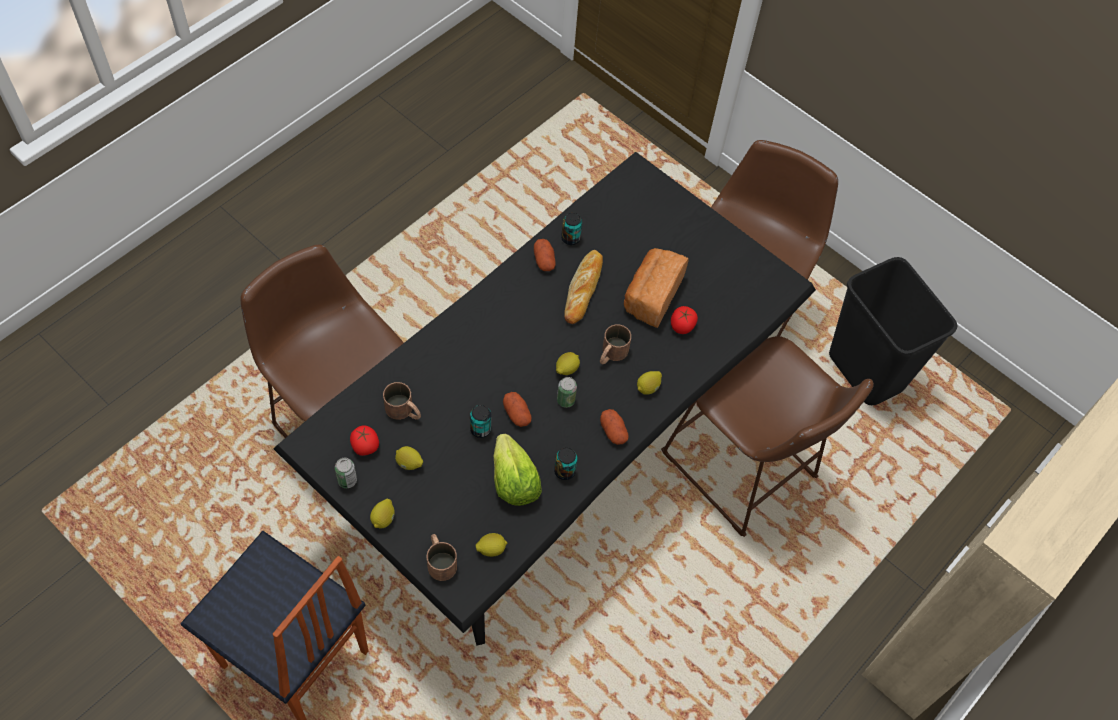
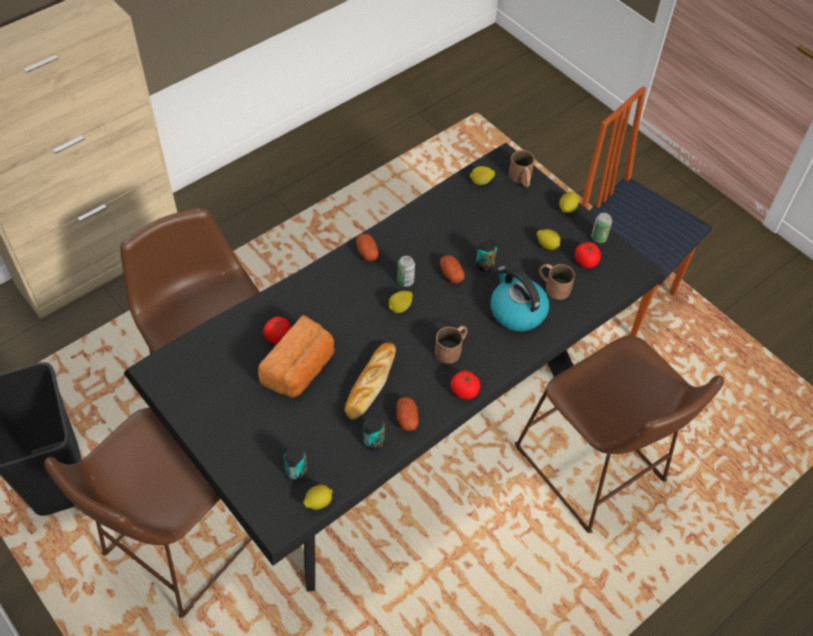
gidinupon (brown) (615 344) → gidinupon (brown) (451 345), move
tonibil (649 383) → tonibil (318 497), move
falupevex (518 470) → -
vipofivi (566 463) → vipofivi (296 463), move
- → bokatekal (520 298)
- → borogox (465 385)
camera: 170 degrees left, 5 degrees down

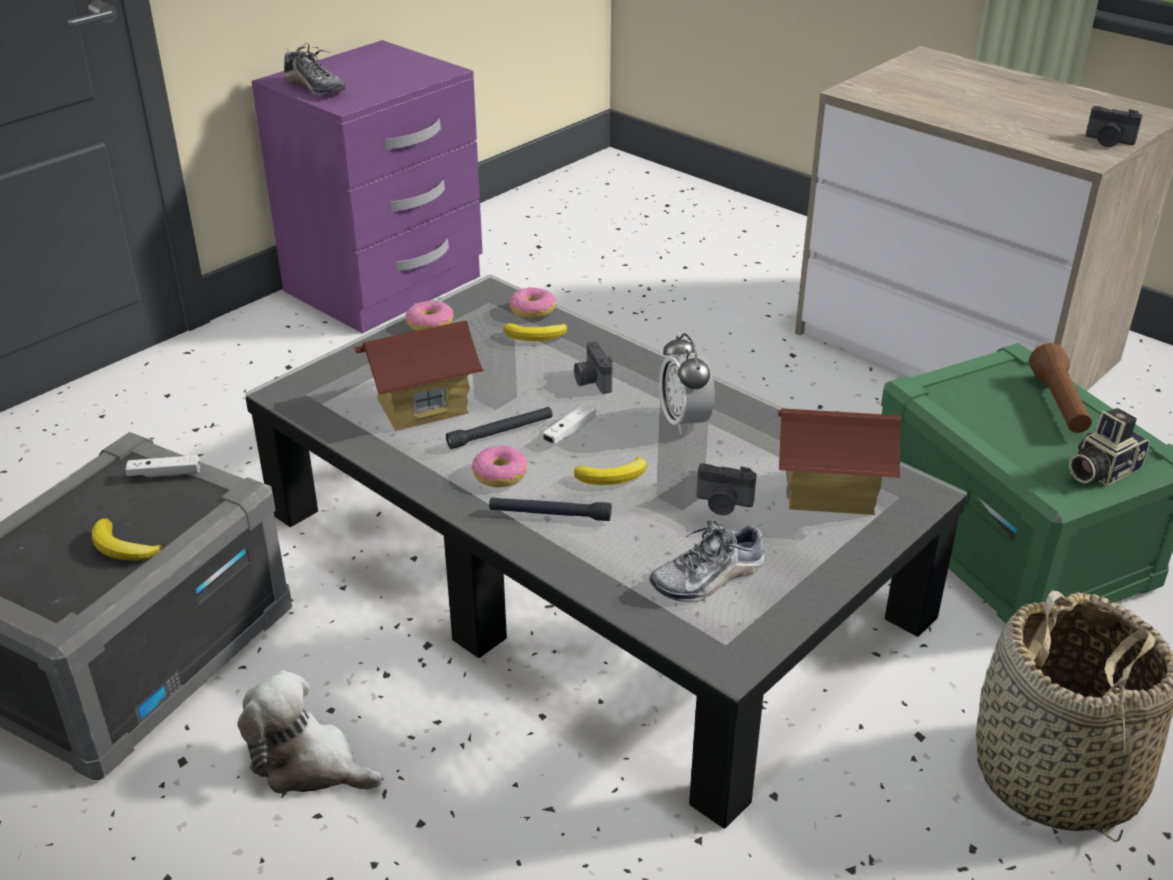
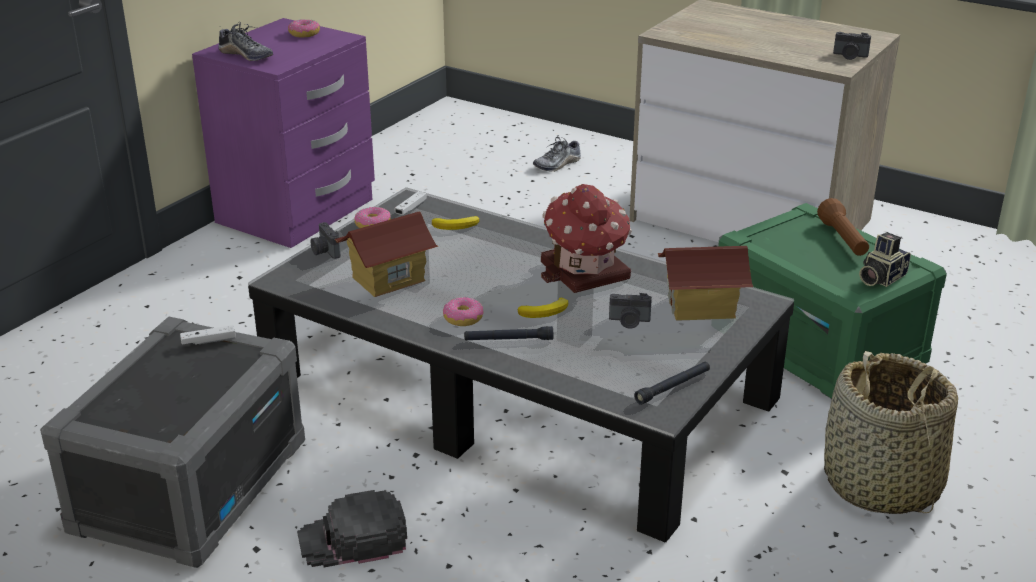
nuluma (532 303) → nuluma (304 28), move
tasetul (687 383) → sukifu (586 238)
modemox (593 367) → modemox (325 240), move
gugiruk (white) (569 424) → gugiruk (white) (411 203), move
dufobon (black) (499 428) → dufobon (black) (672 383), move
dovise (127 539) → -
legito (706 561) → legito (557 154), move
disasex (309 731) → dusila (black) (352 528)
camera: 10 degrees left, 5 degrees down

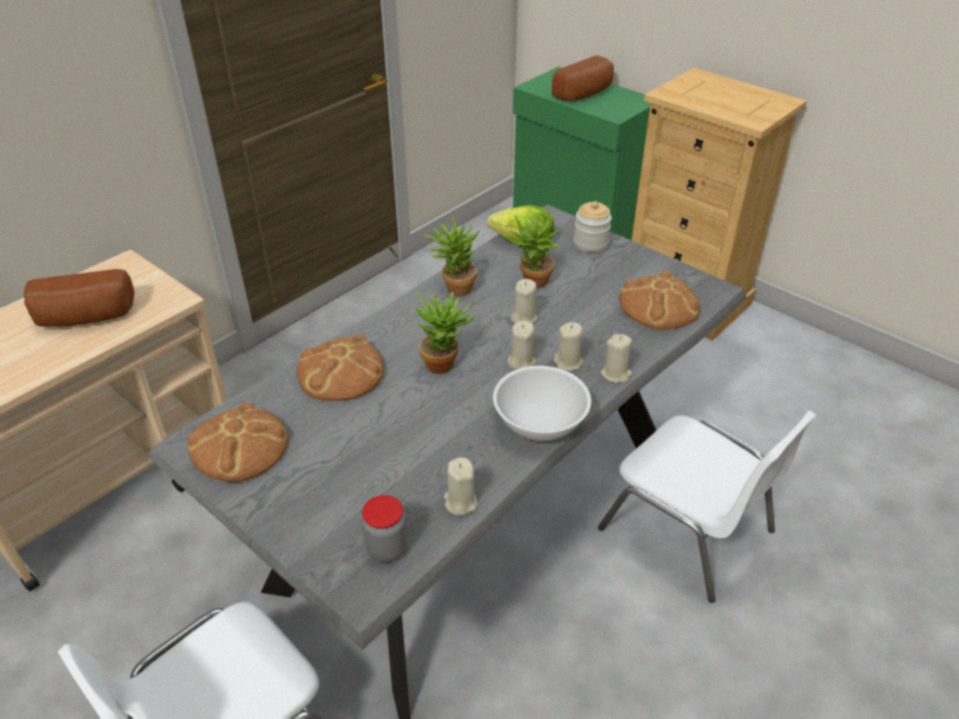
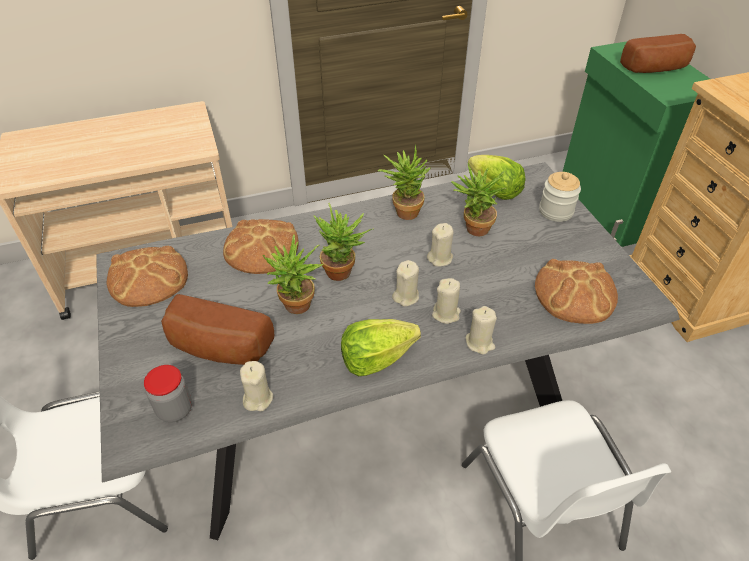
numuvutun (79 298) → numuvutun (217 329), move
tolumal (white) (542 403) → falupevex (381 347)
- → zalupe (293 274)
camera: 30 degrees right, 5 degrees up

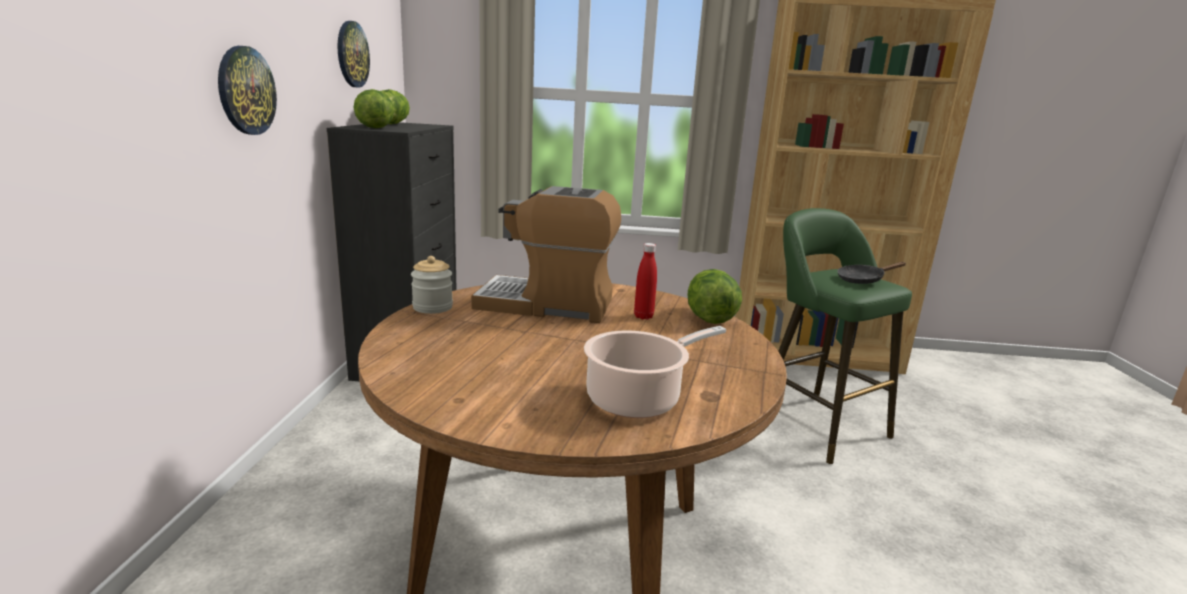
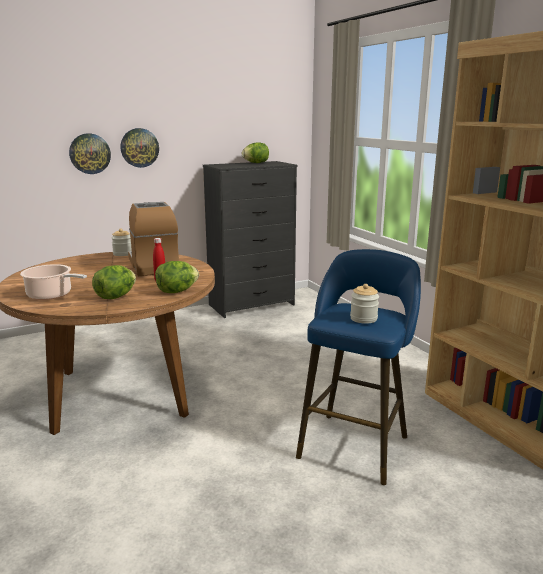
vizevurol (353 54) → vizevurol (90 153), move
falupevex (374 108) → falupevex (114 282), move
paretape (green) (845 336) → paretape (blue) (358 367)
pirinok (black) (871 273) → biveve (364 304)
camera: 60 degrees right, 0 degrees up

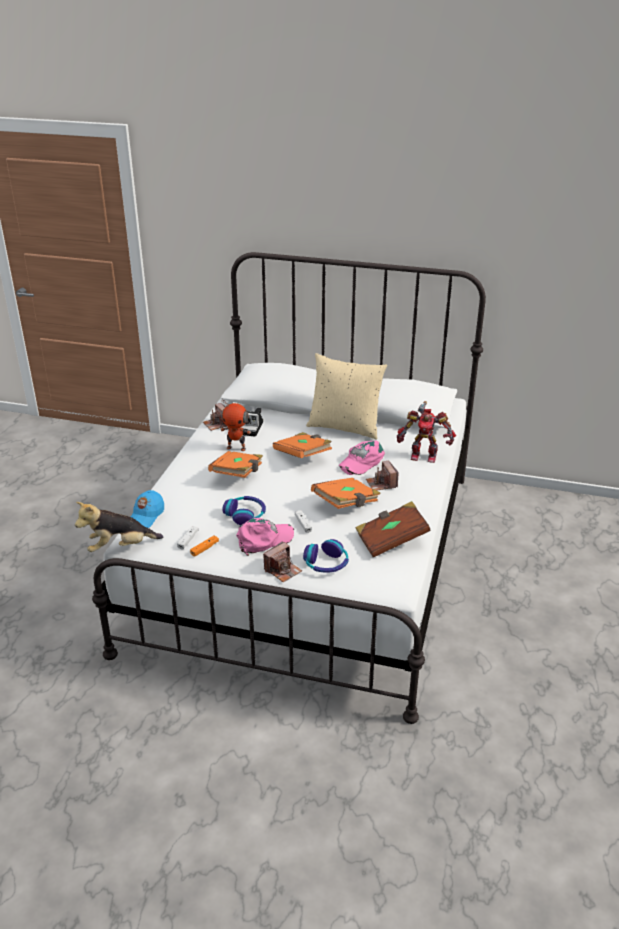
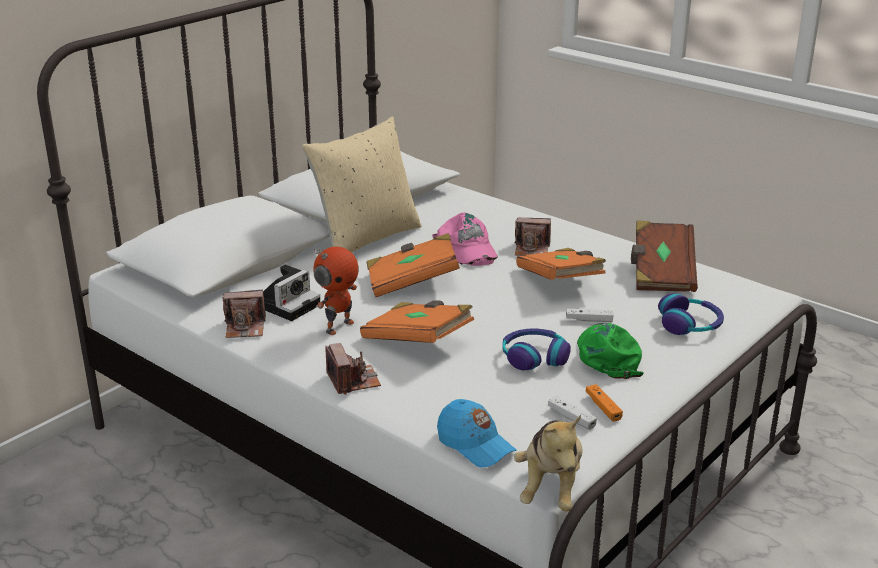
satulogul (426 432) → -
dusila (pink) (265 537) → dusila (green) (610 351)
modemox (282 561) → modemox (353 369), move
camera: 65 degrees left, 5 degrees down

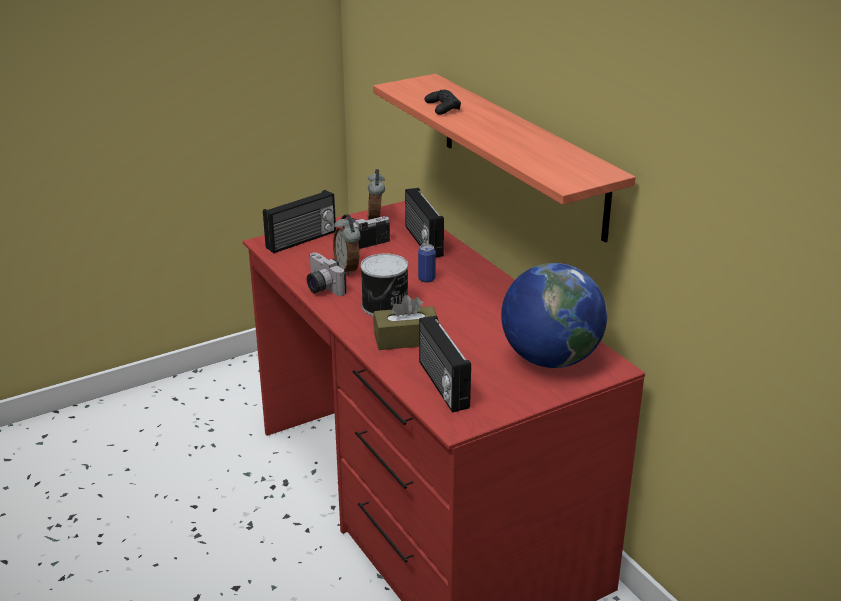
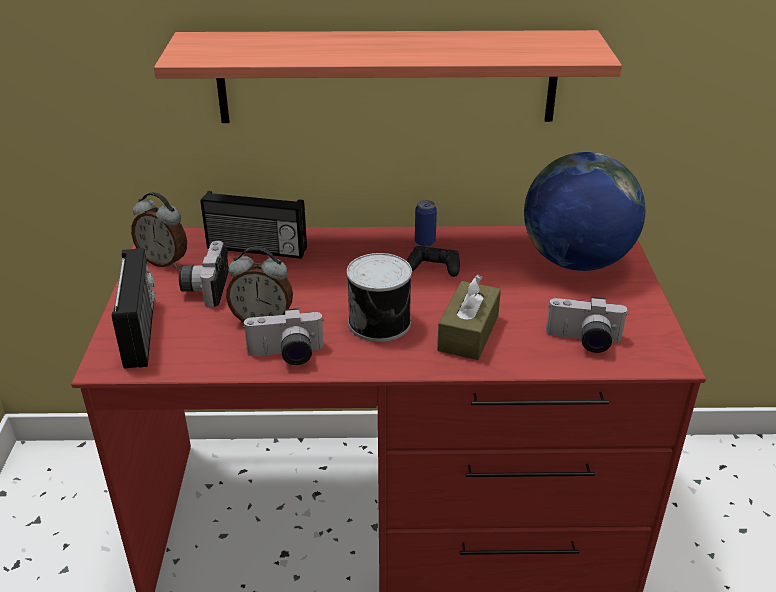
gugiruk (black) (443 102) → gugiruk (black) (433 261), move
vipofivi (427 263) → vipofivi (426 223), move
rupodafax (445 364) → modemox (587 325)
camera: 60 degrees left, 5 degrees up

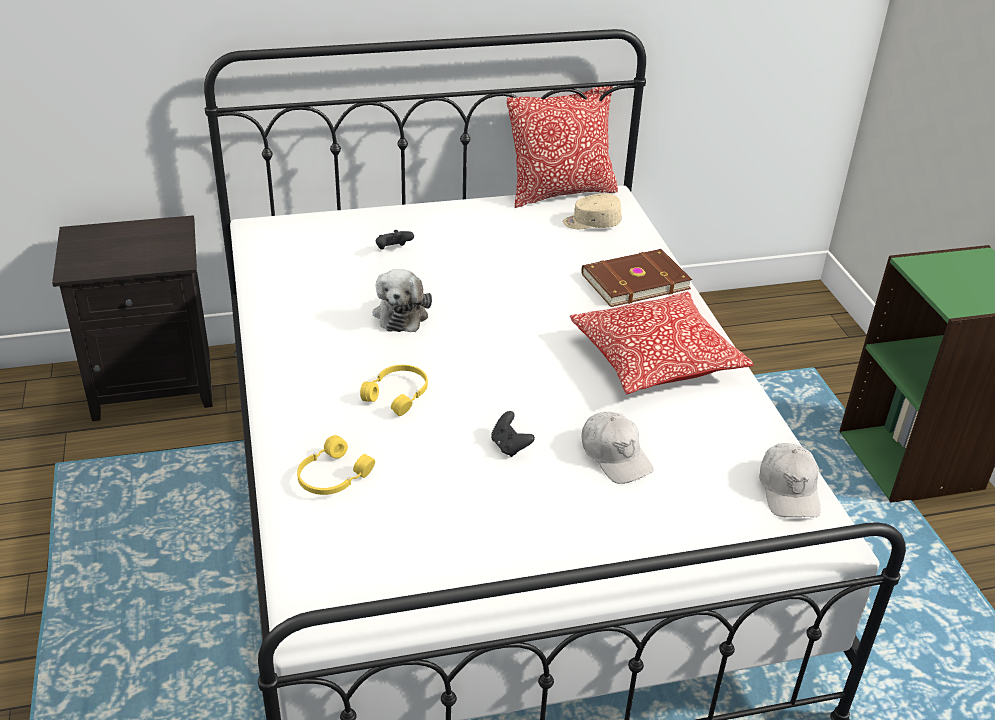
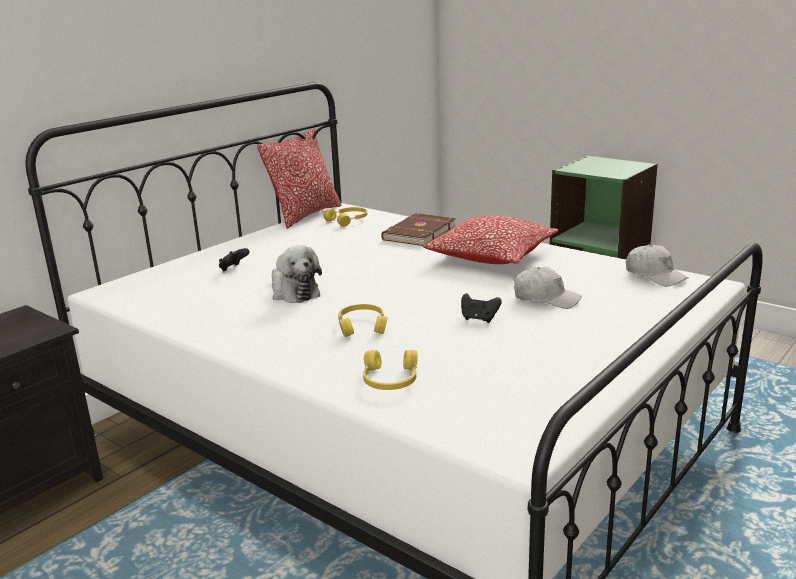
dusila (beige) (592 211) → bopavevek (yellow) (345 217)
camera: 35 degrees left, 15 degrees down

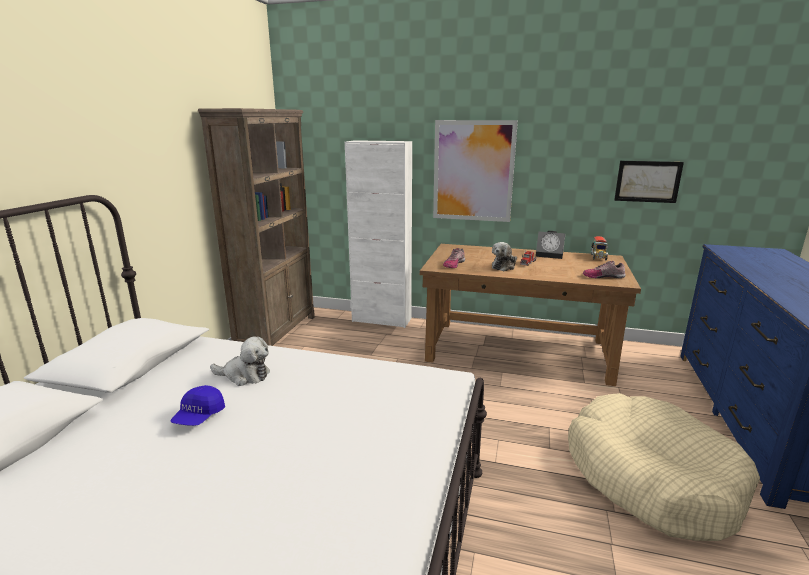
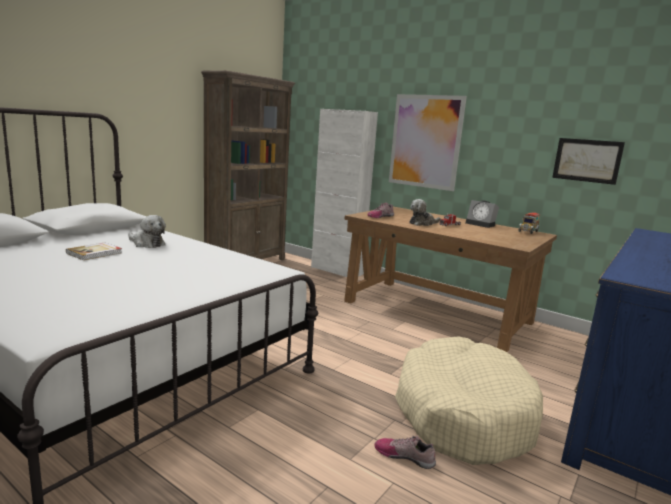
legito (604 269) → legito (405 452), move
dusila (blue) (197 405) → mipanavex (94 251)
camera: 20 degrees right, 5 degrees down

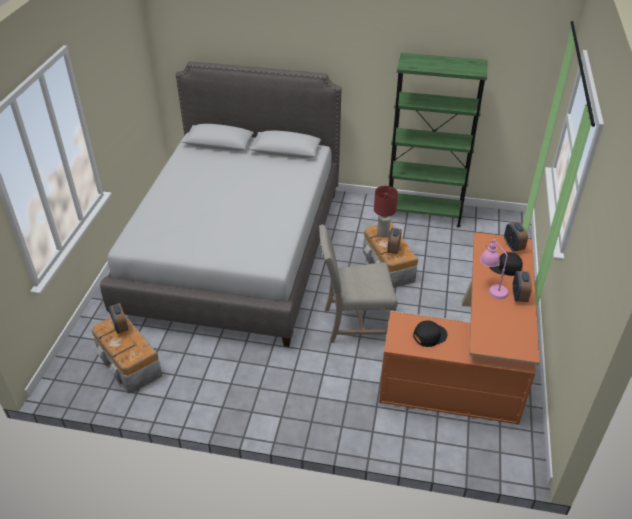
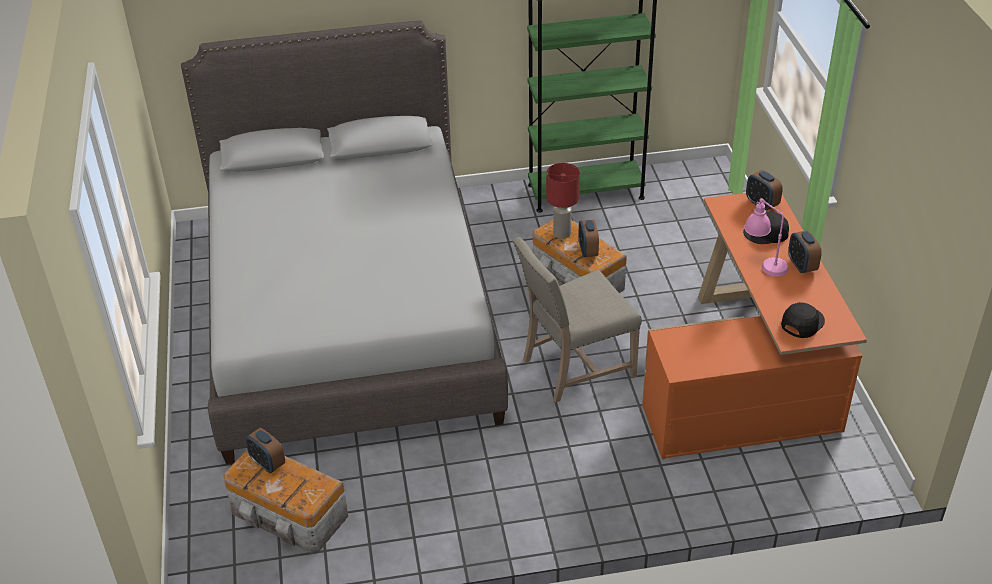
dusila (black) (430 334) → dusila (black) (803 320), move
camera: 20 degrees left, 0 degrees up

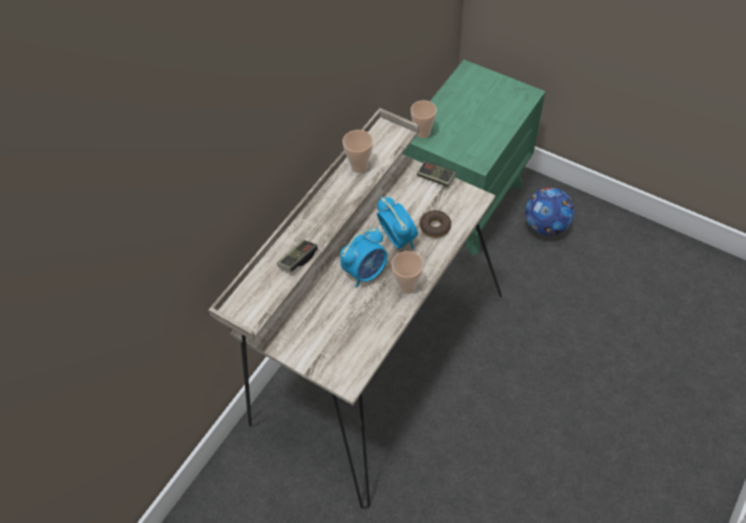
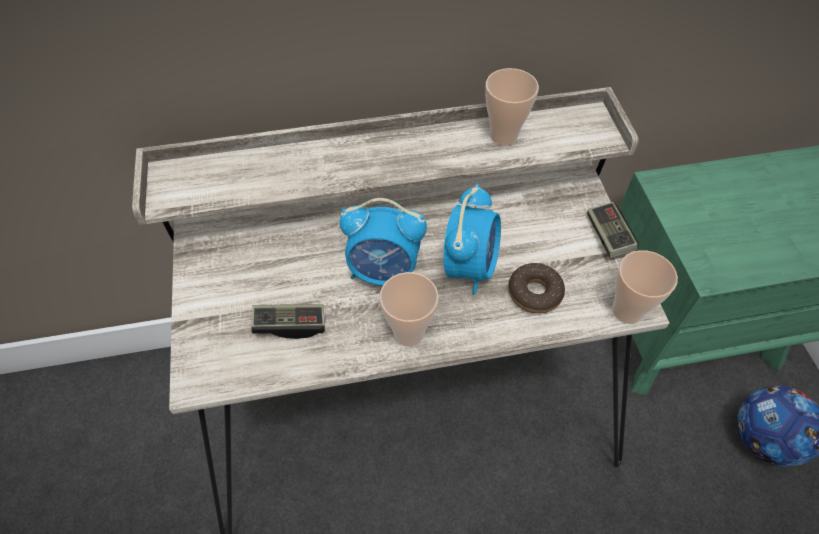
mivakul (424 119) → mivakul (645 287), move
gugiruk (297 255) → gugiruk (288 321), move
camera: 45 degrees right, 0 degrees up

